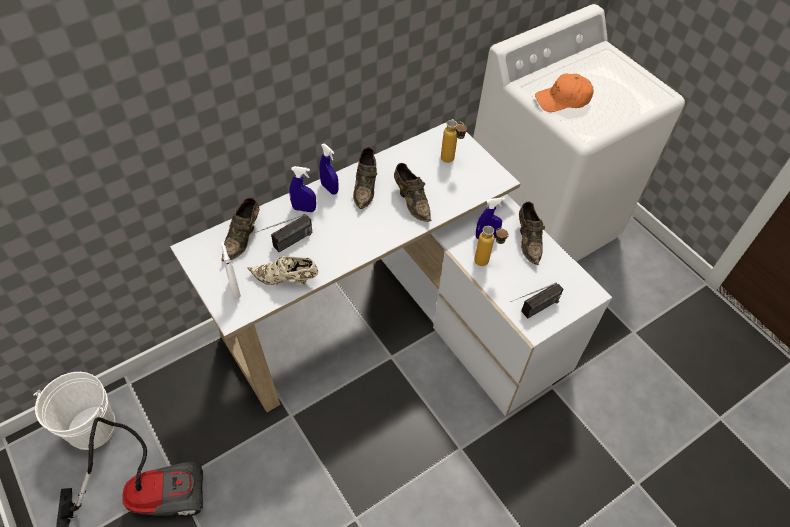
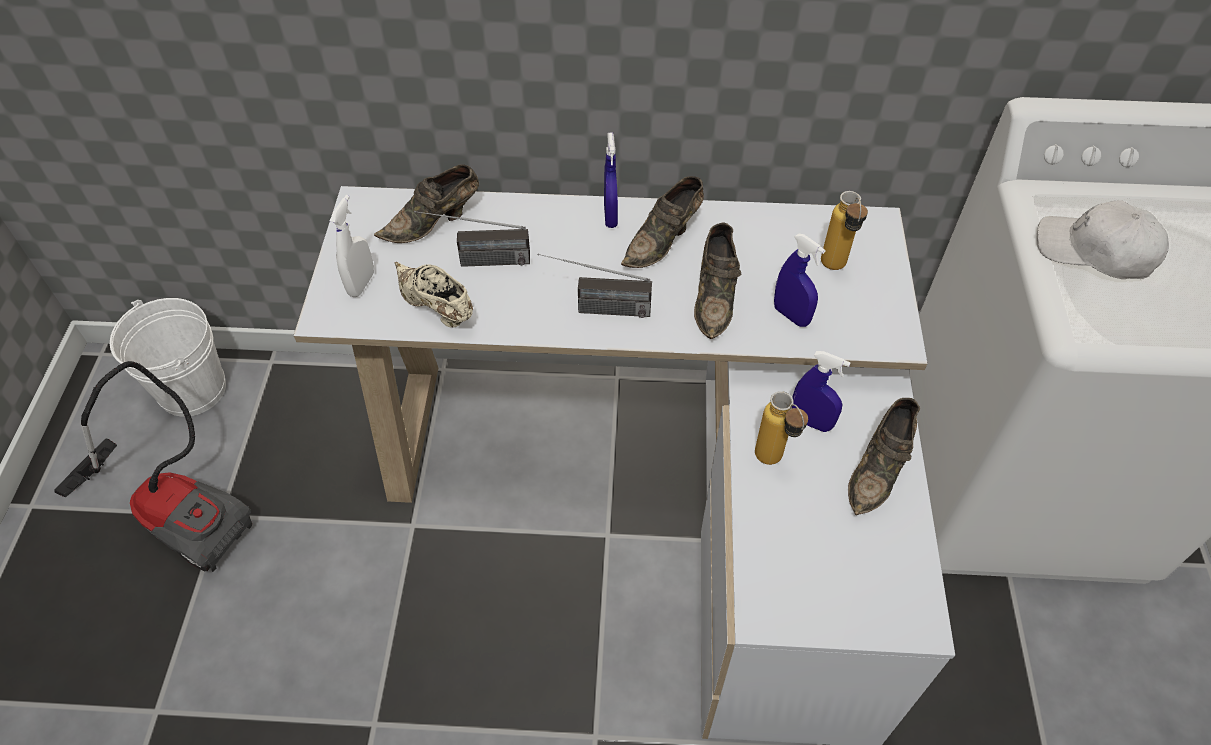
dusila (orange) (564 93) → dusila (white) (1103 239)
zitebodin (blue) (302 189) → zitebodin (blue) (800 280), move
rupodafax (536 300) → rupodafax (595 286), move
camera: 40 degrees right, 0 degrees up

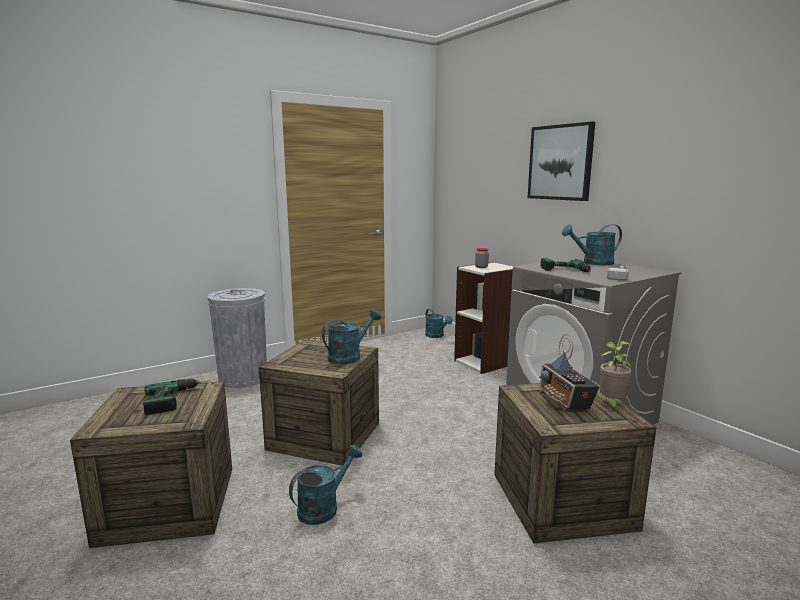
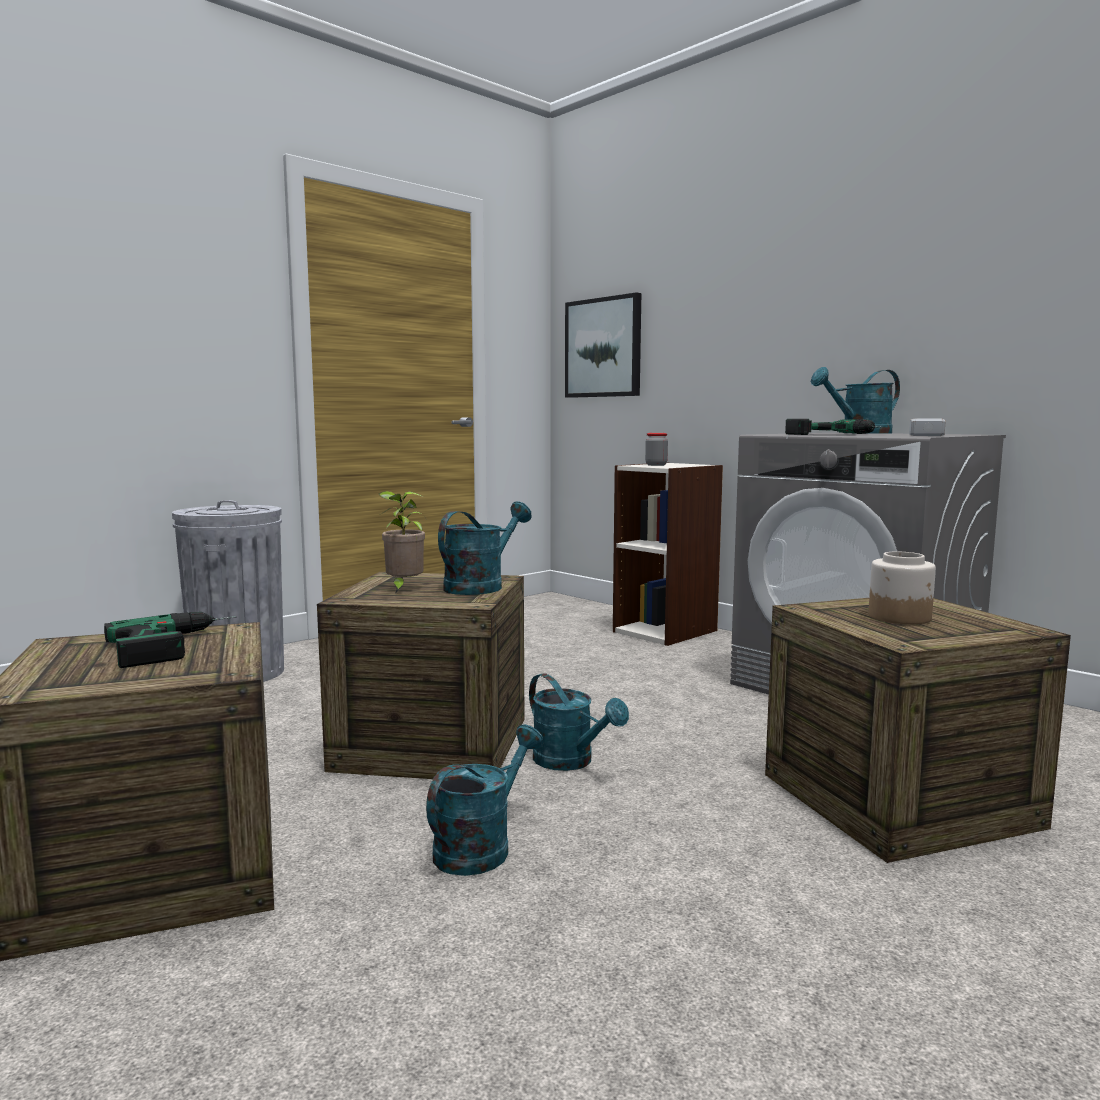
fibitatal (561 161) → fibitatal (603 345), move
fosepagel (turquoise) (439 323) → fosepagel (turquoise) (579 722), move
rupodafax (569 373) → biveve (902 588)
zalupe (616 375) → zalupe (402 542), move
camera: 10 degrees left, 5 degrees down

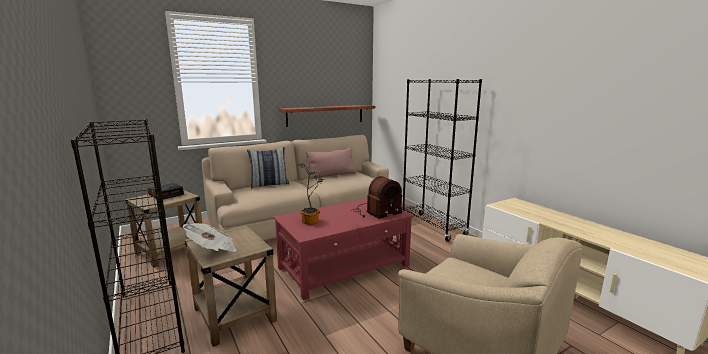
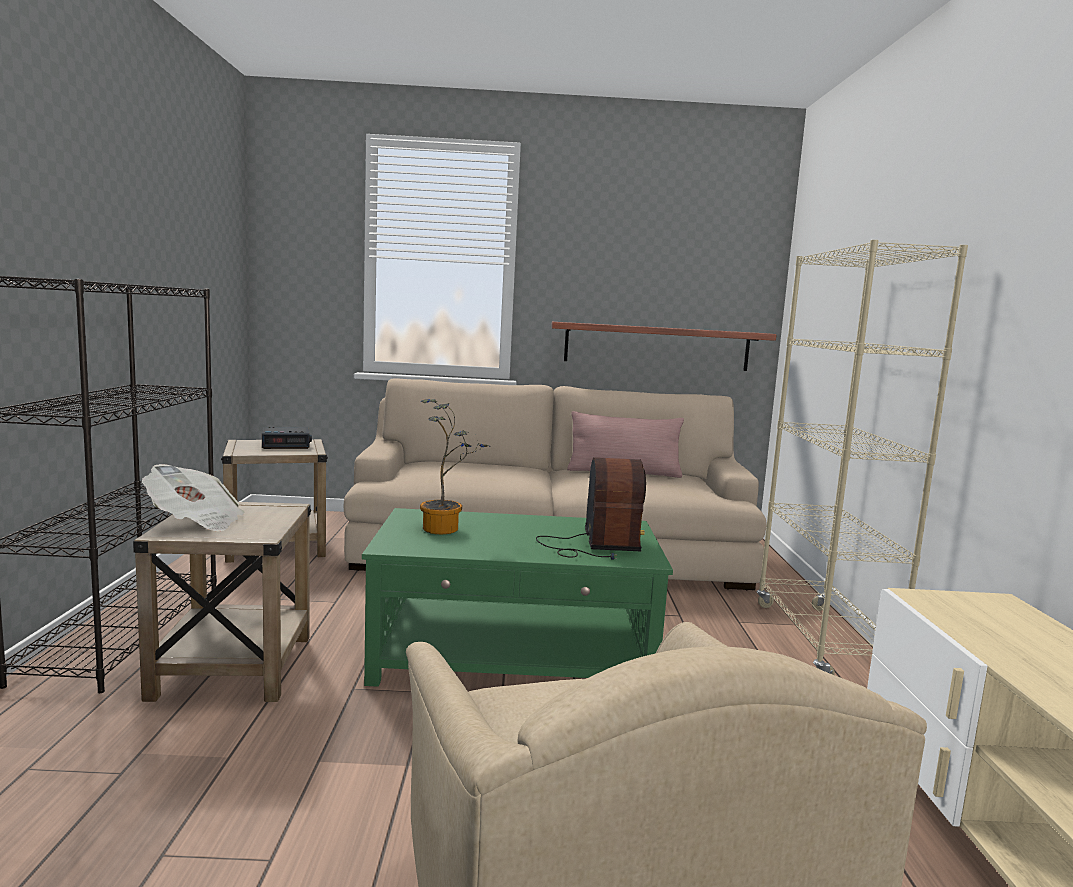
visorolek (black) (442 160) → visorolek (beige) (862 457)
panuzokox (268 167) → -
rupodafax (377 197) → rupodafax (591 508), 90 degrees counterclockwise
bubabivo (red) (343 249) → bubabivo (green) (517 597)
camera: 30 degrees right, 5 degrees down

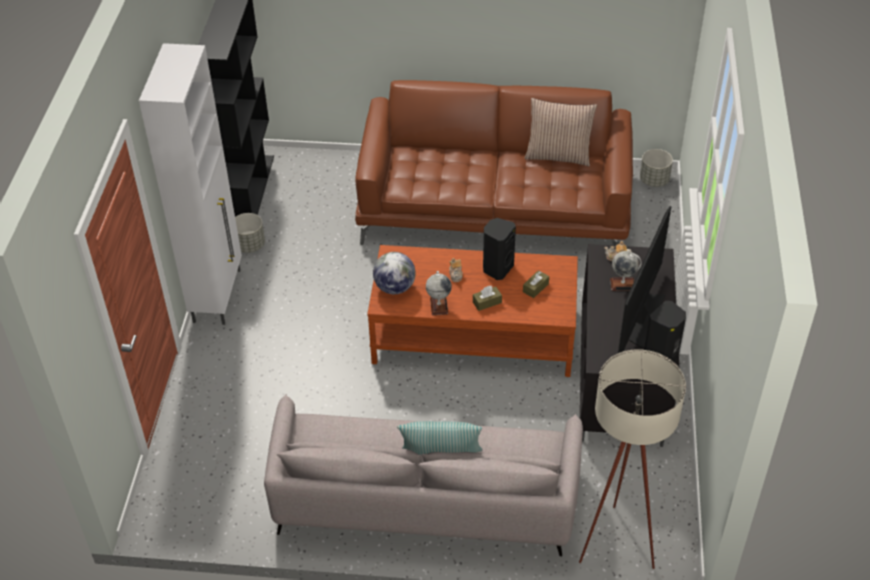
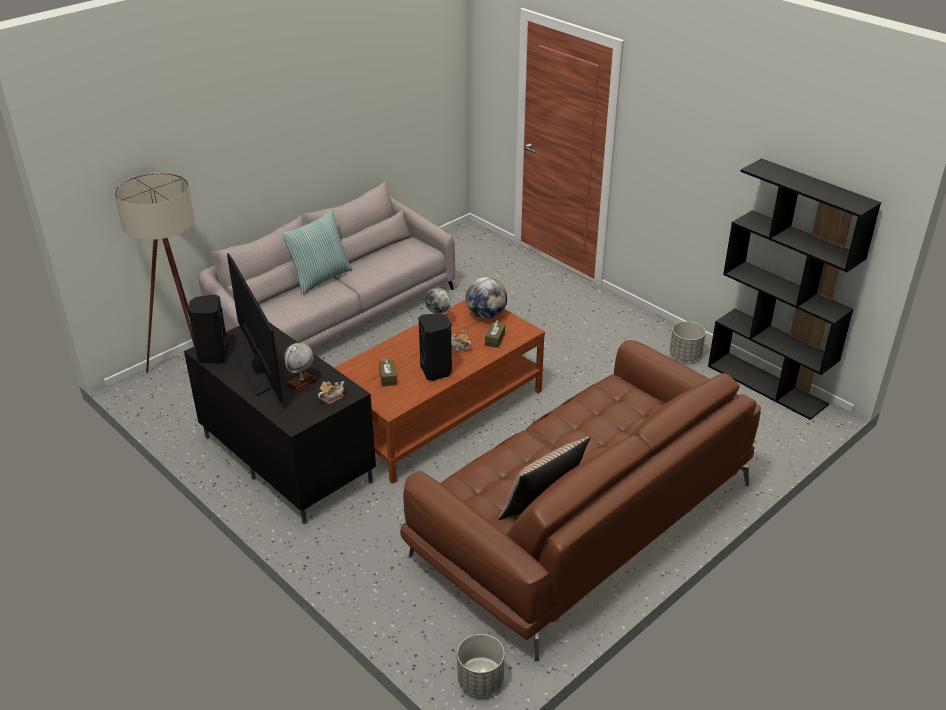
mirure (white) (190 184) → -
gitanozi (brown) (487 298) → gitanozi (brown) (495 334), move
camera: 130 degrees right, 10 degrees down

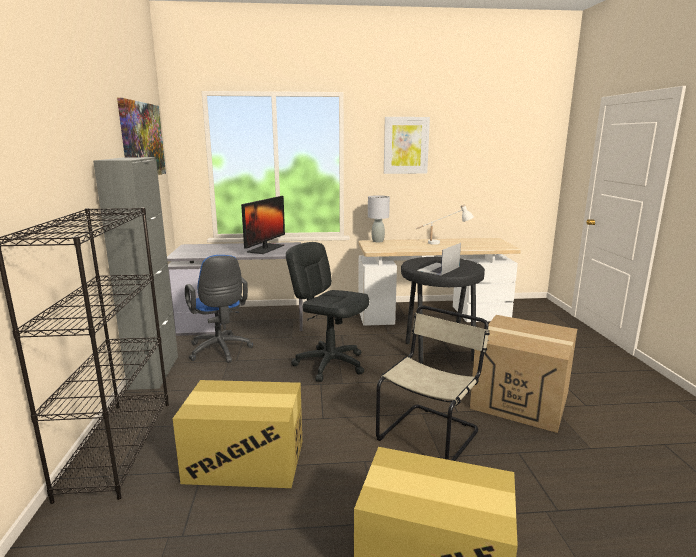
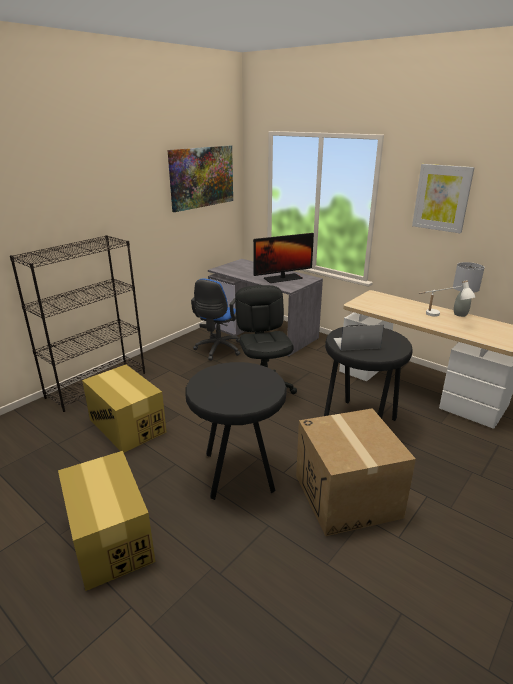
mirure (grey) (135 273) → -
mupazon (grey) (379 218) → mupazon (grey) (469 289), move
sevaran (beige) (433 383) → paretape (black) (236 431)
camera: 45 degrees right, 10 degrees up

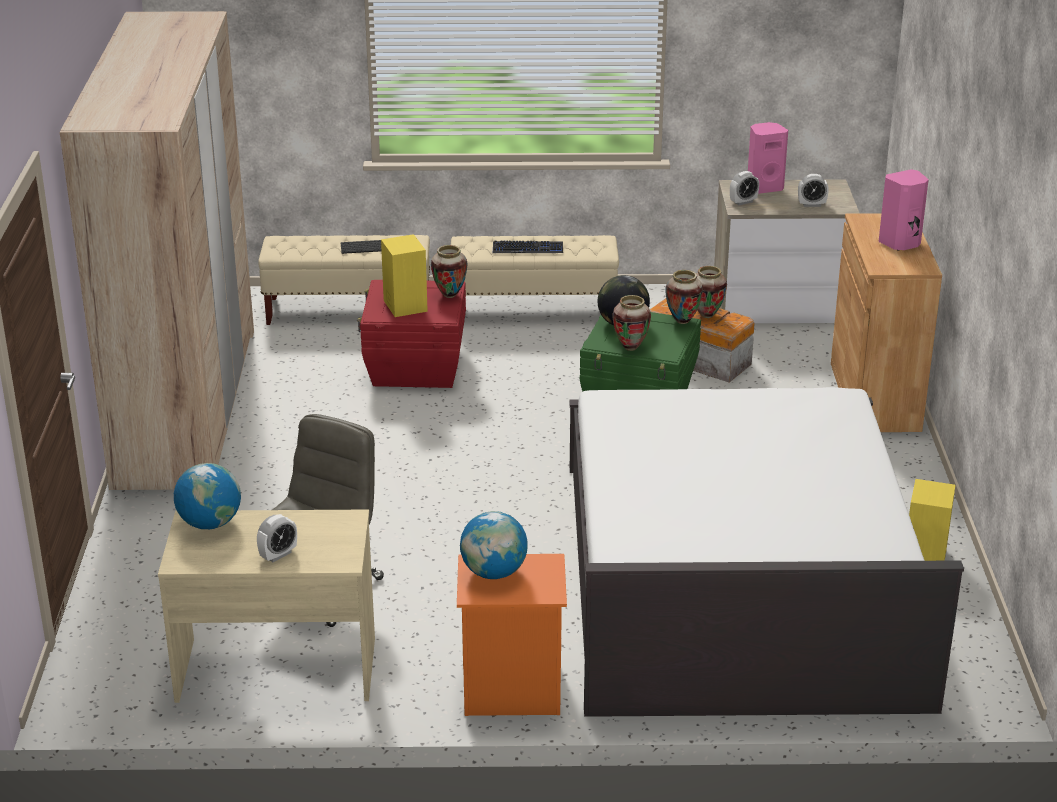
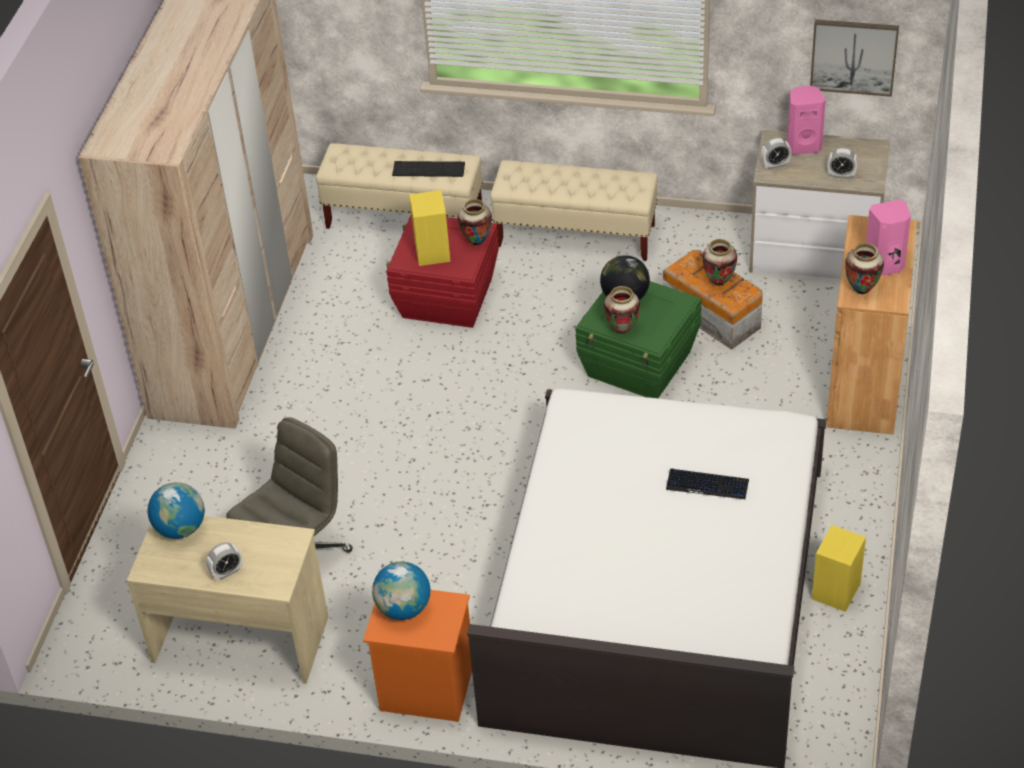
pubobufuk (528 246) → pubobufuk (707 484), move
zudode (684 297) → zudode (864 268), move
- → fibitatal (854 58)
camera: 15 degrees right, 15 degrees up

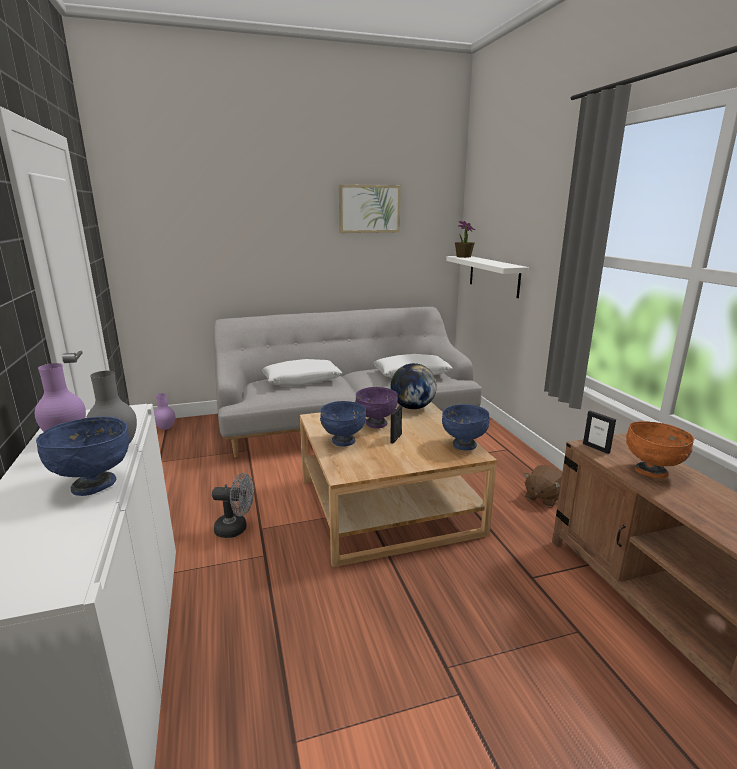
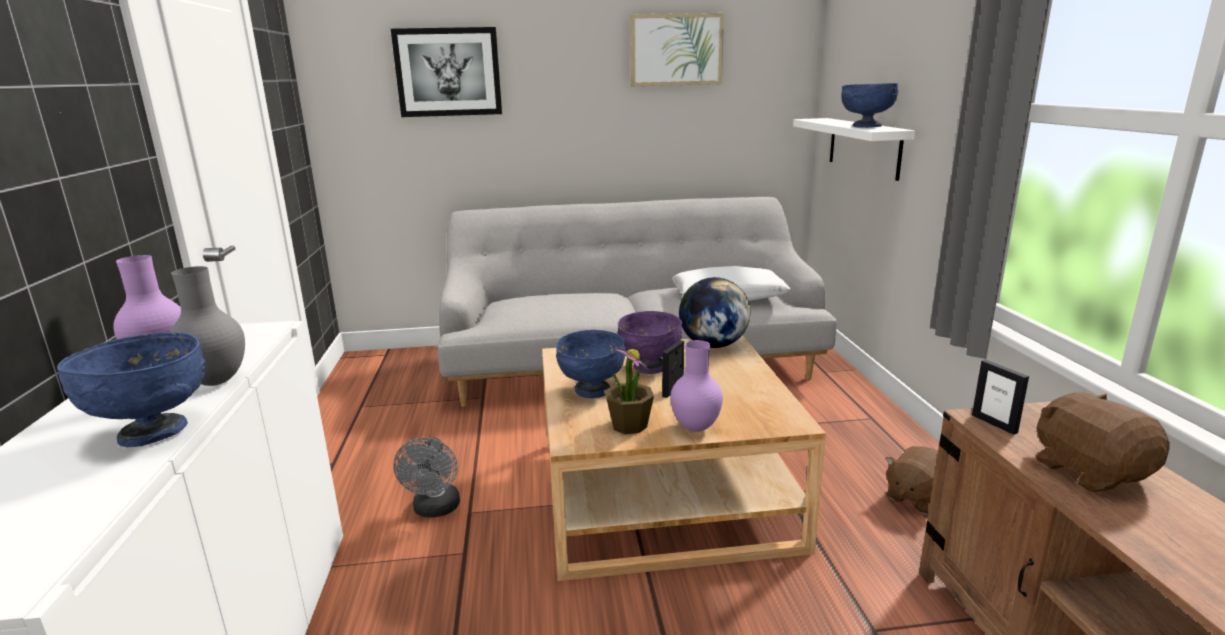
zalupe (465 239) → zalupe (629 388), move
panuzokox (white) (302 372) → -
zudode (purple) (164 411) → zudode (purple) (696 386), move
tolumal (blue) (466 427) → tolumal (blue) (869 105), move
tolumal (orange) (660 449) → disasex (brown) (1102 442)
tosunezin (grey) (233 505) → tosunezin (grey) (426 477), 75 degrees clockwise
- → fibitatal (446 72)
camera: 10 degrees right, 0 degrees up

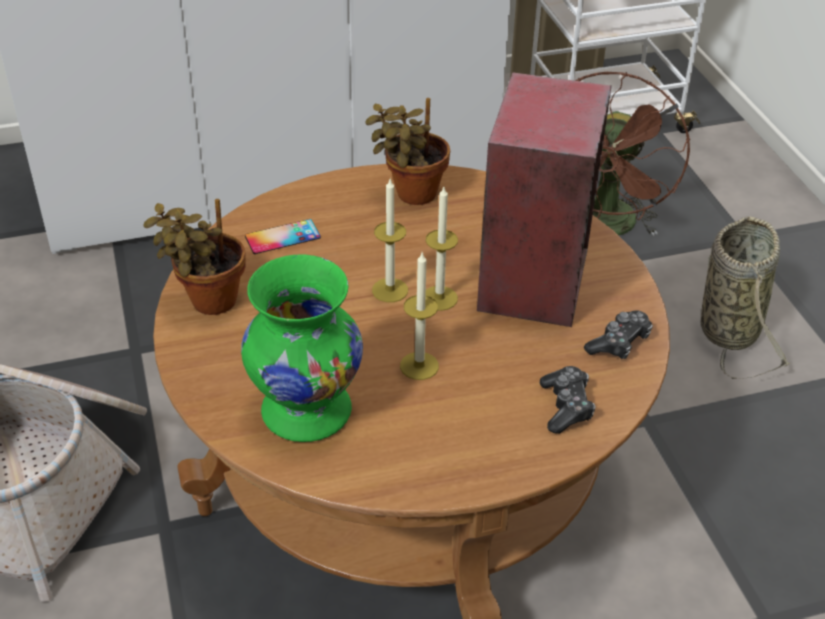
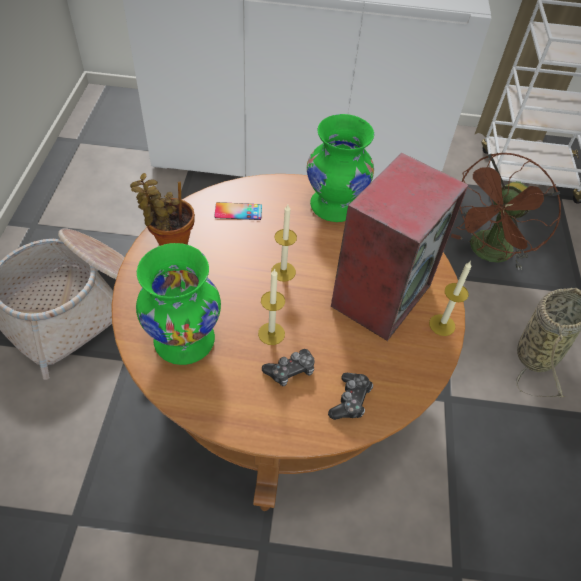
zalupe (407 151) → zudode (green) (340 168)
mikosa (442 249) → mikosa (450 299), move
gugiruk (618 334) → gugiruk (288 367), move
camera: 20 degrees right, 10 degrees up

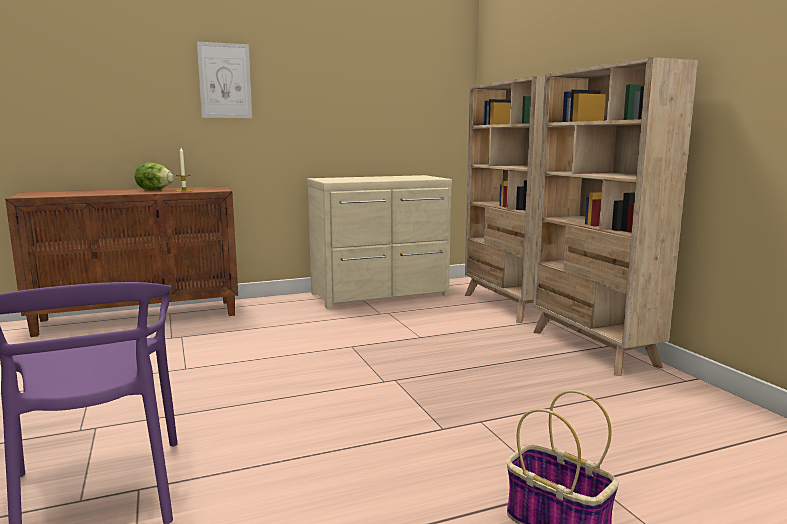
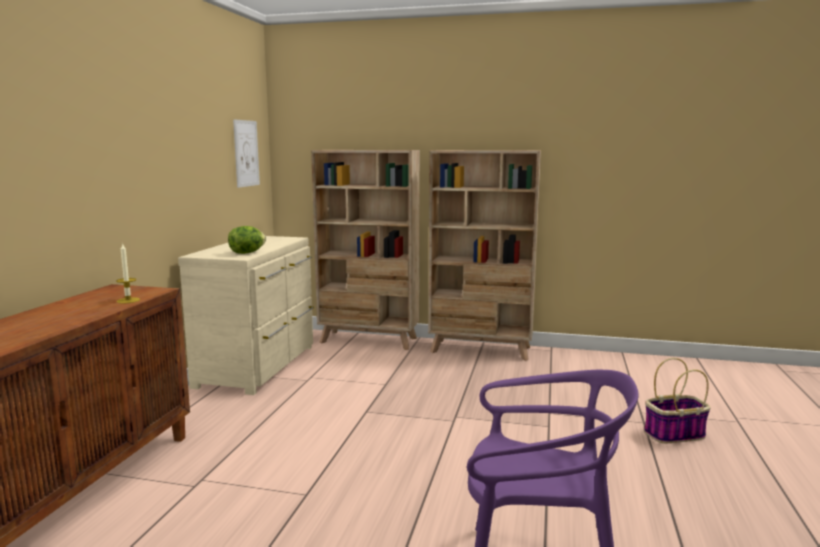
fibitatal (224 80) → fibitatal (246 153), move
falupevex (154 176) → falupevex (247 240), move
camera: 55 degrees left, 0 degrees up

